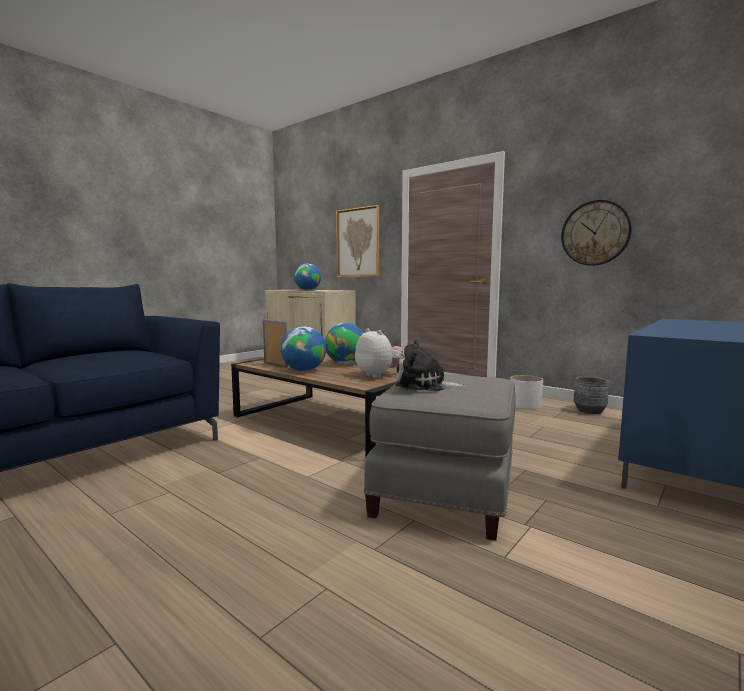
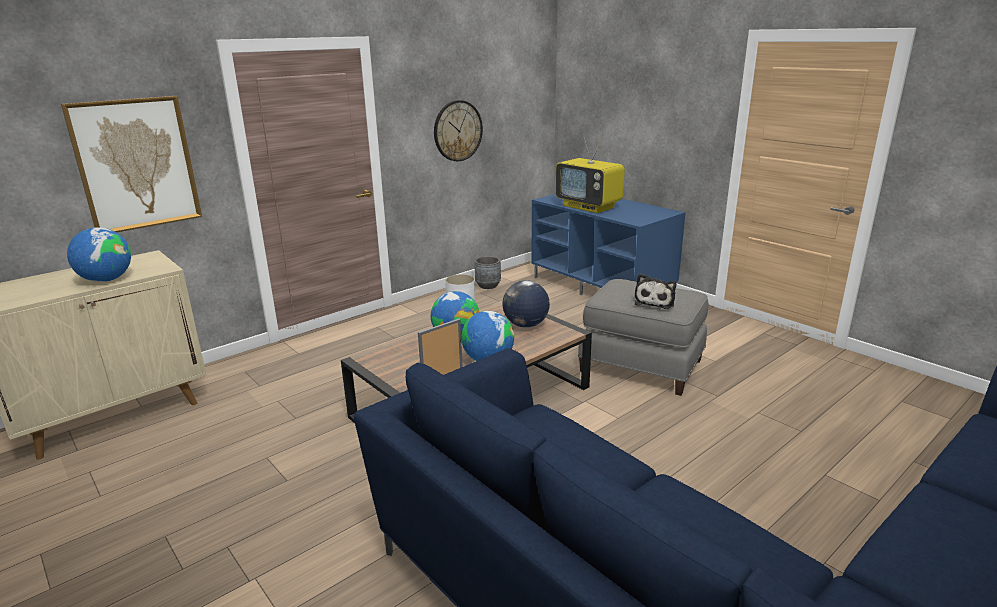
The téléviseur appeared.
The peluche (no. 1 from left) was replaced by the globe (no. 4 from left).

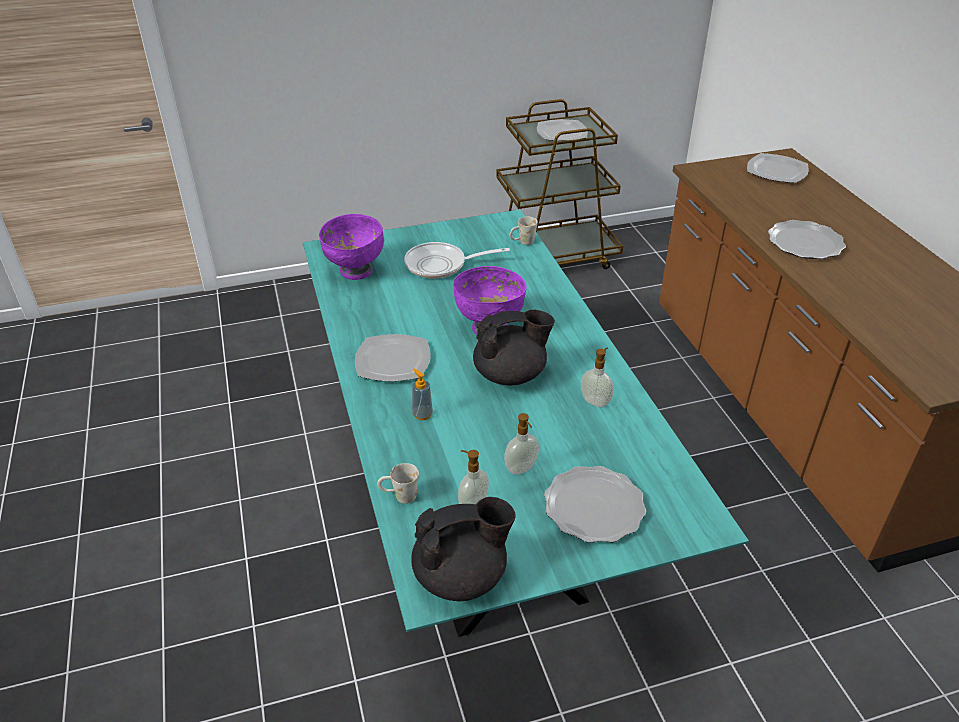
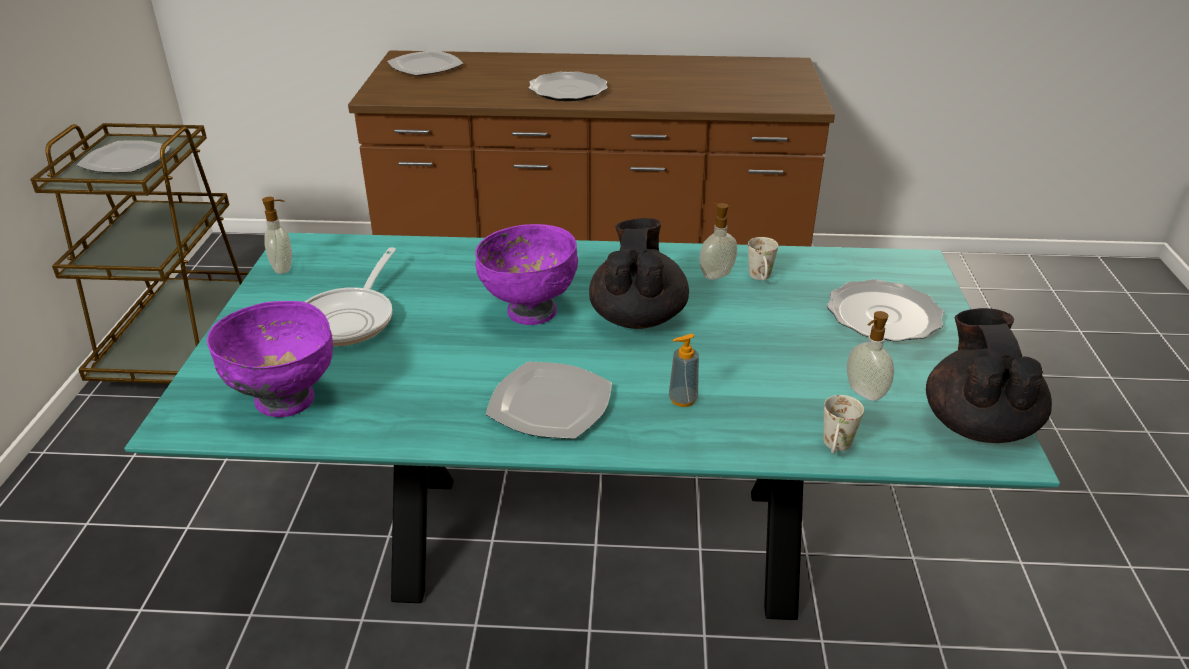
The distributeur de savon (no. 3 from left in the first image) moved.
The mug [blanc] (no. 2 from left in the first image) moved.

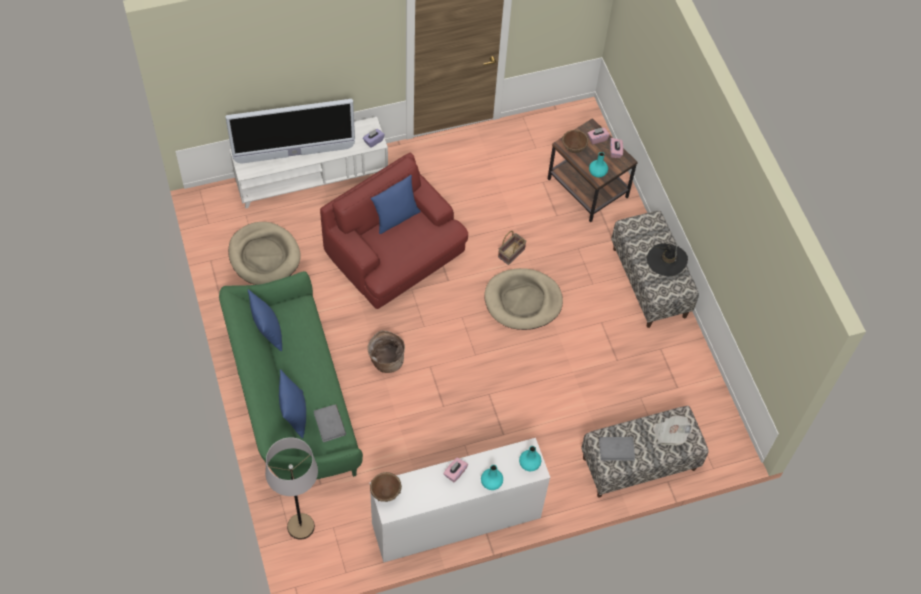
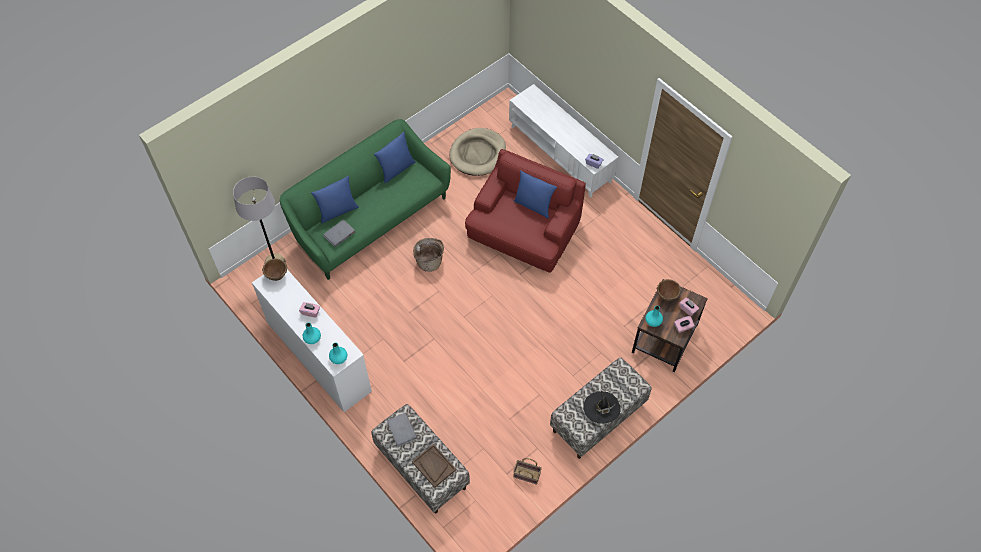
The téléviseur disappeared.
The panier pour chien [beige] (no. 2 from left) disappeared.
The panier (no. 2 from left) moved.
The journal was replaced by the plateau [marron].

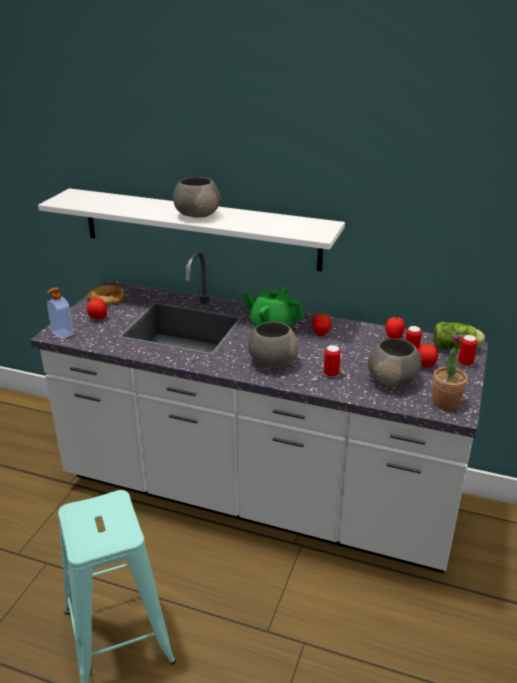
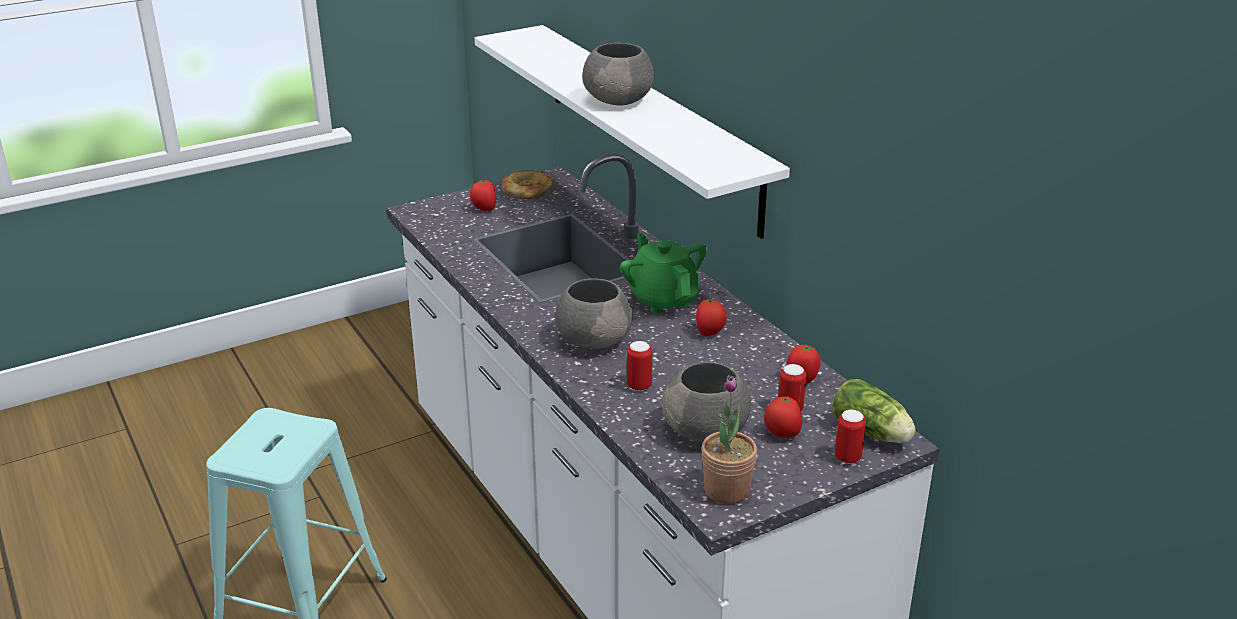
The distributeur de savon disappeared.

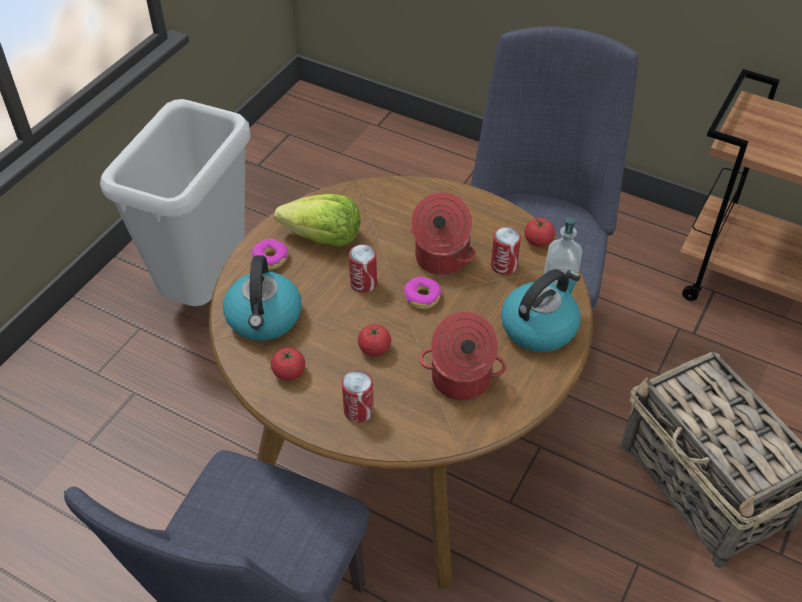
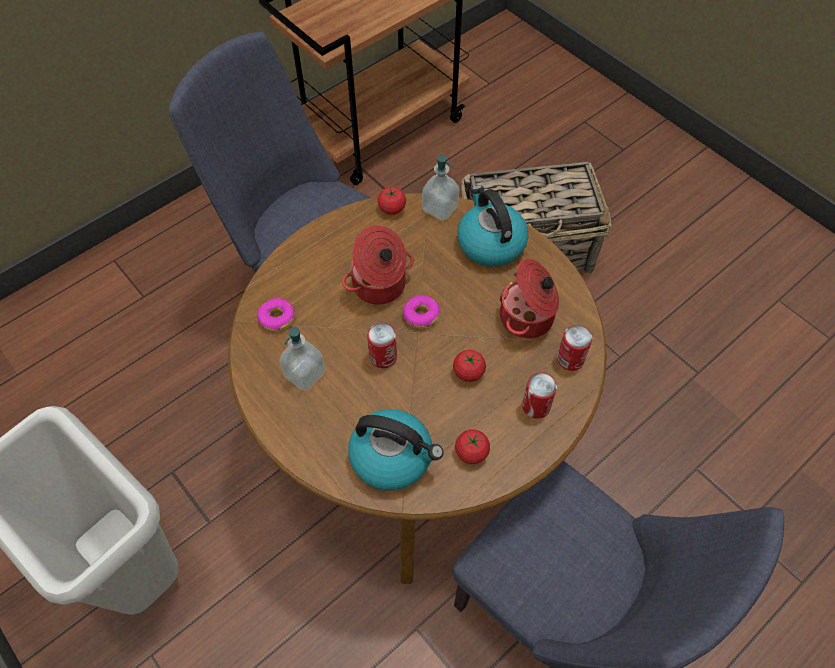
The beignet (no. 1 from left) moved.
The boîte métallique (no. 3 from left) moved.
The laitue was replaced by the distributeur de savon (no. 1 from left).

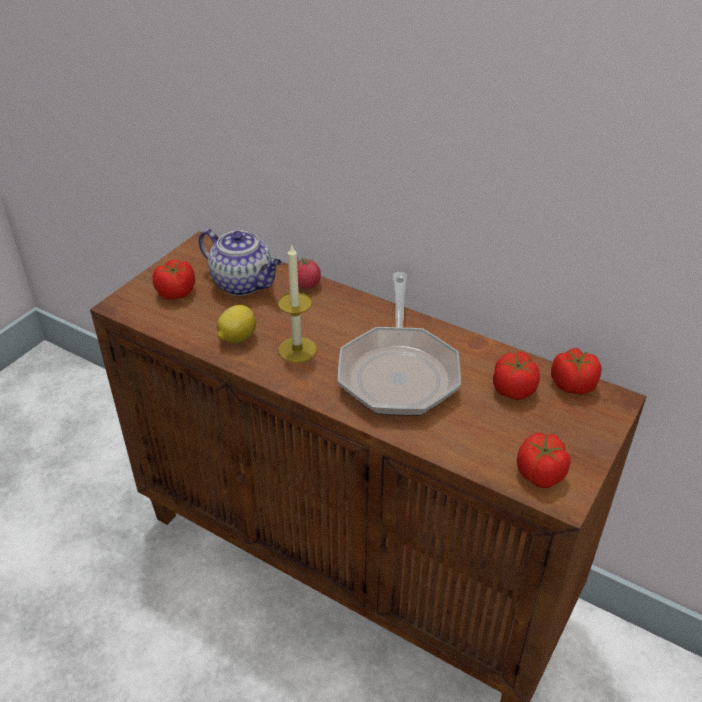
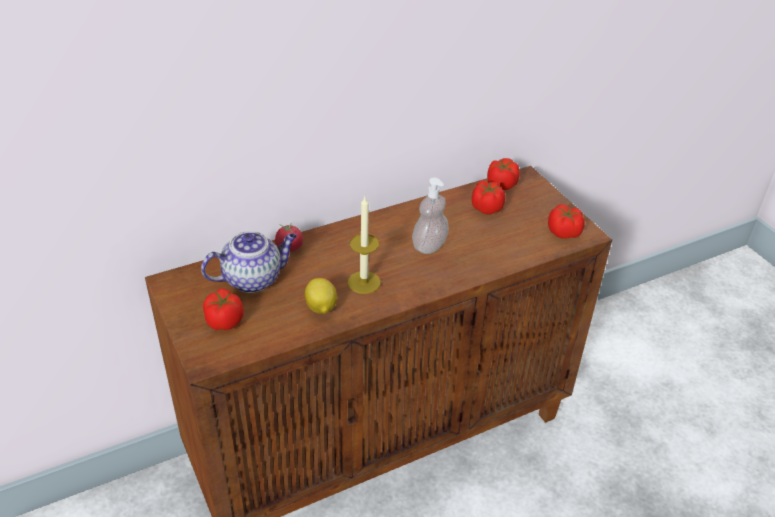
The poêle was replaced by the distributeur de savon.

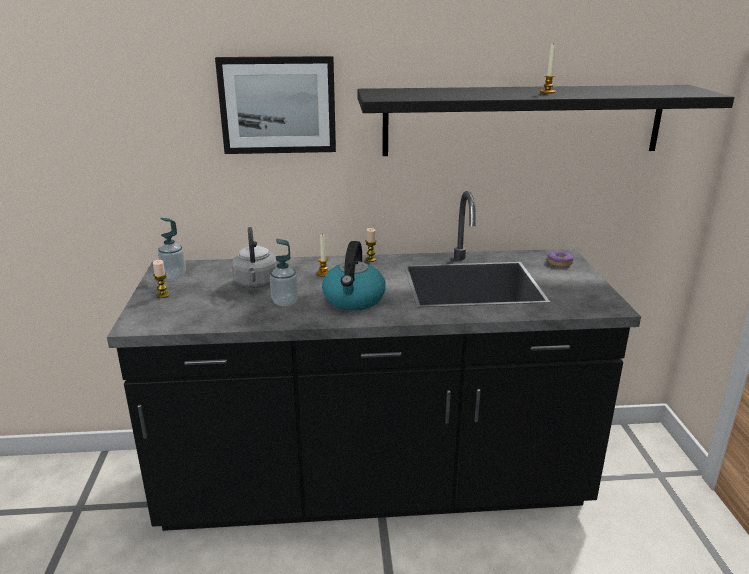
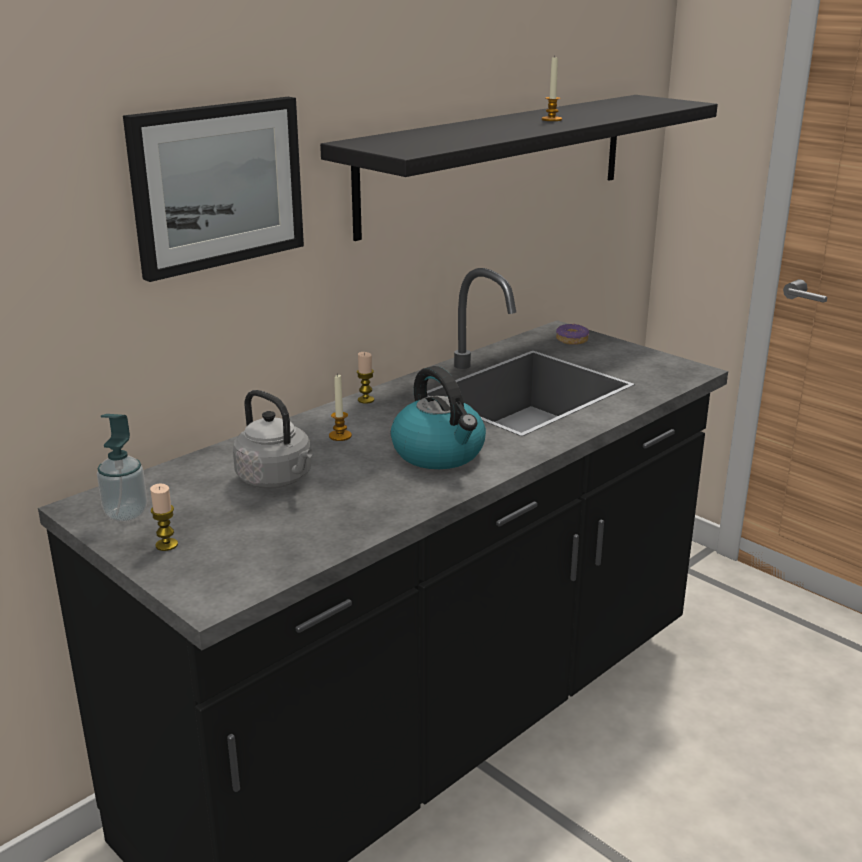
The distributeur de savon (no. 2 from left) disappeared.

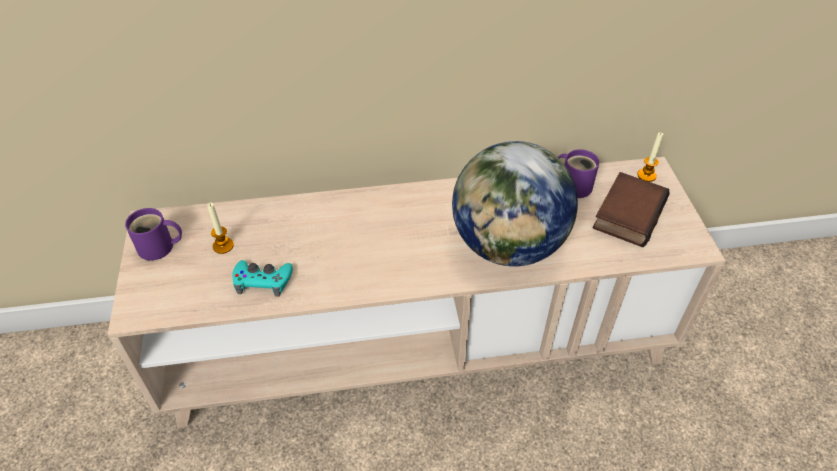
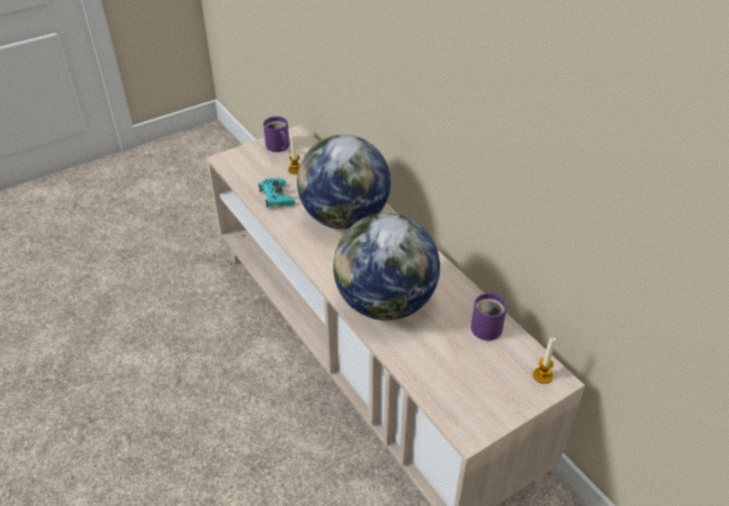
The livre disappeared.
The globe (no. 1 from left) appeared.

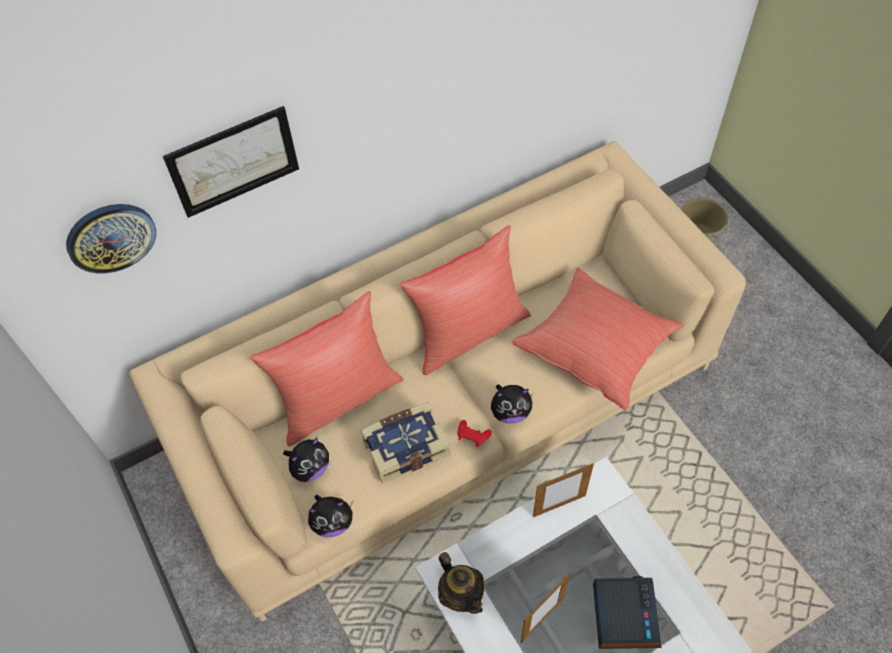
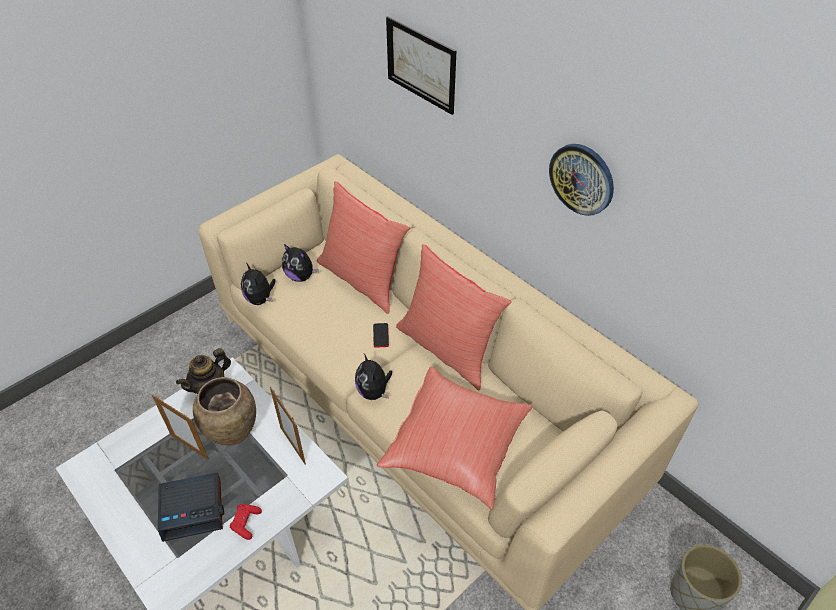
The livre disappeared.
The vase [marron] appeared.
The téléphone appeared.
The horloge murale moved.
The manette [rouge] moved.

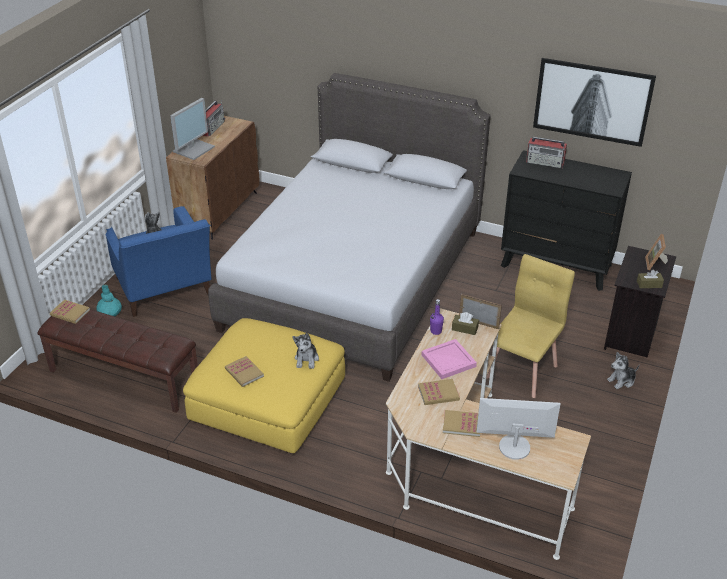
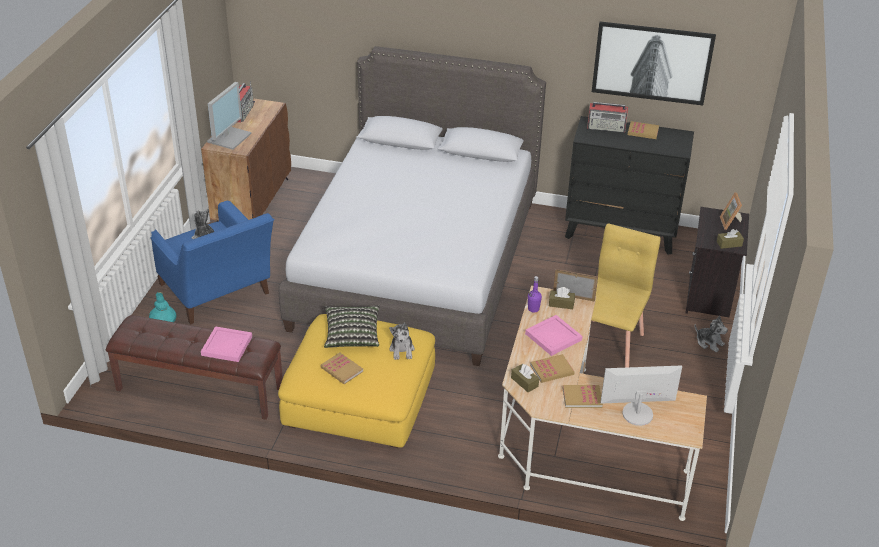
The plateau [rose] (no. 1 from left) appeared.
The coussin appeared.
The boîte à mouchoirs [marron] (no. 1 from left) appeared.
The livre (no. 1 from left in the first image) moved.
The peluche (no. 3 from left) turned 105 degrees counterclockwise.

